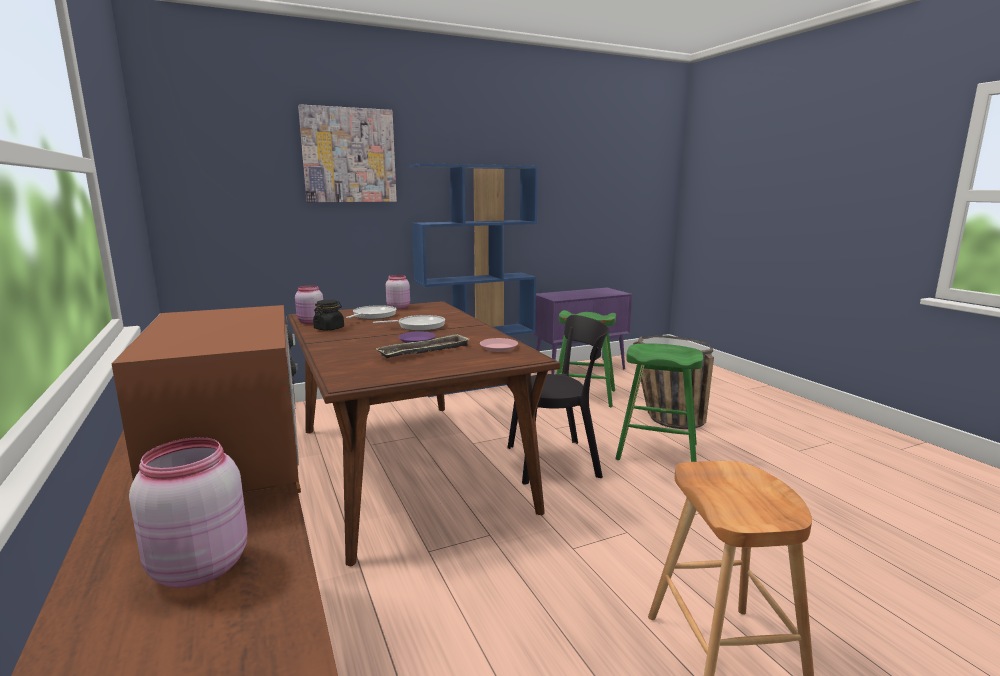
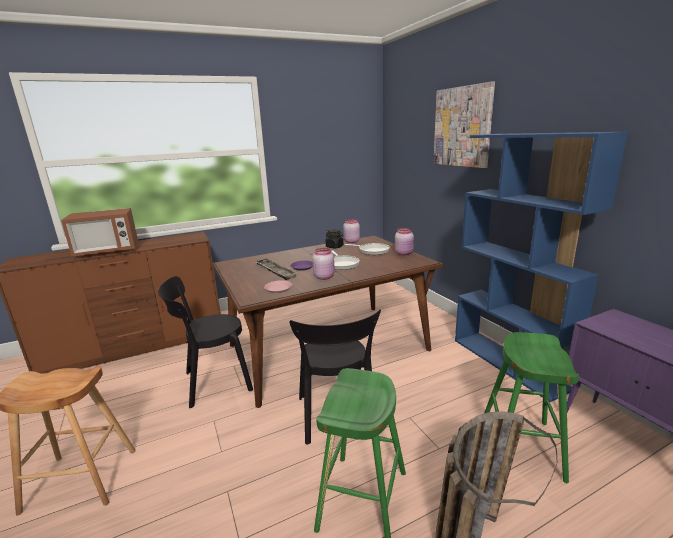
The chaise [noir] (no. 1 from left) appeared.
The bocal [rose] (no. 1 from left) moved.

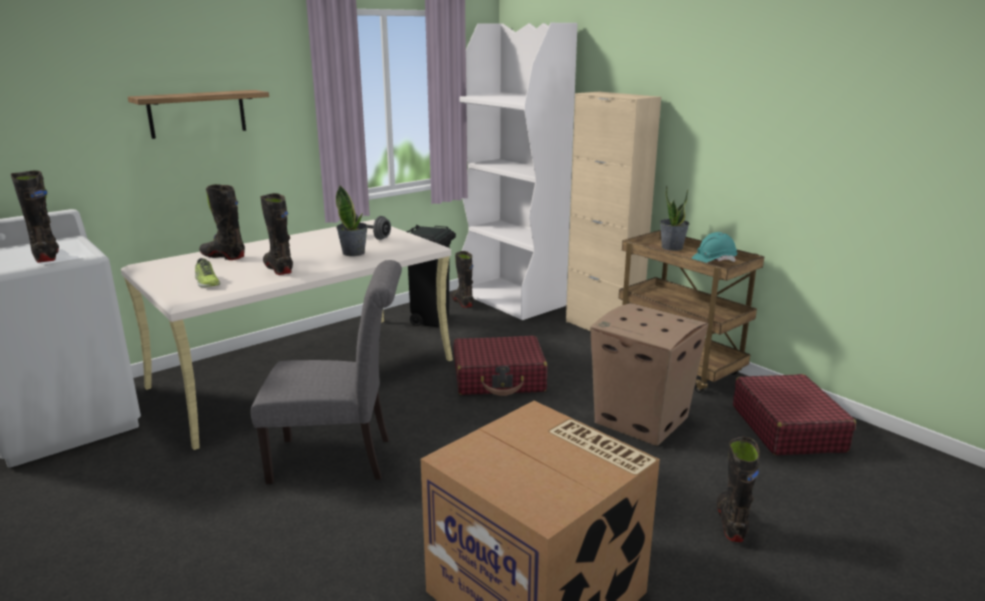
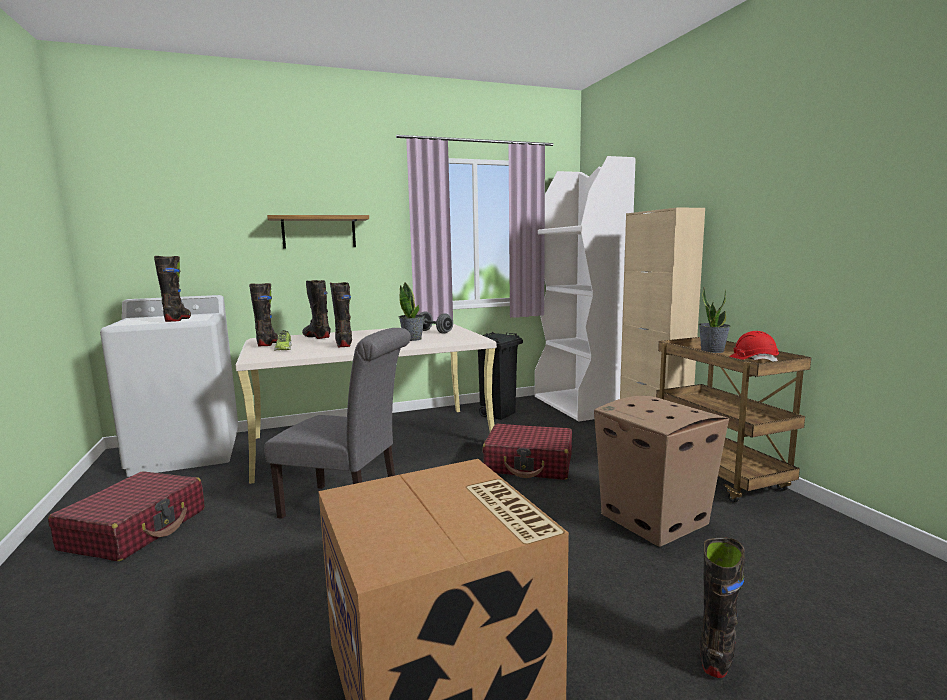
The botte [noir] (no. 4 from left in the first image) moved.
The valise [rouge] (no. 2 from left in the first image) moved.
The casque de chantier [turquoise] became the casque de chantier [rouge].

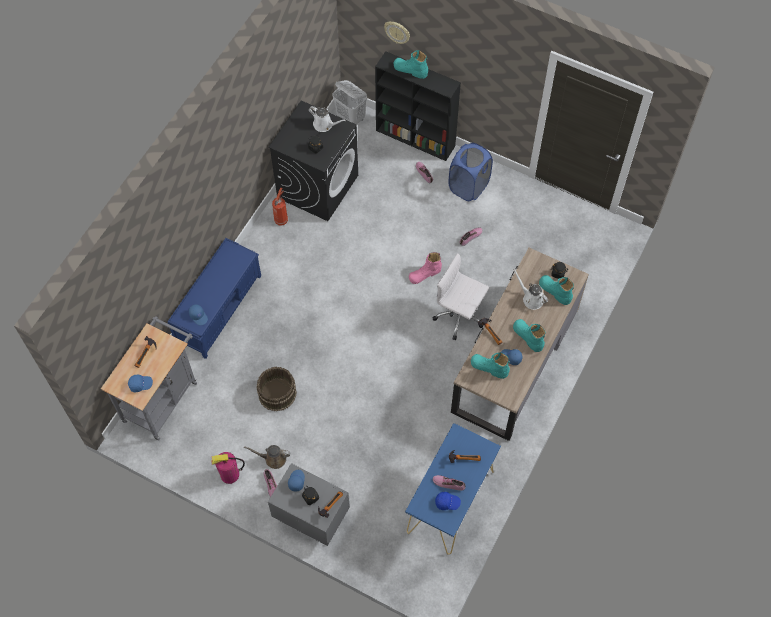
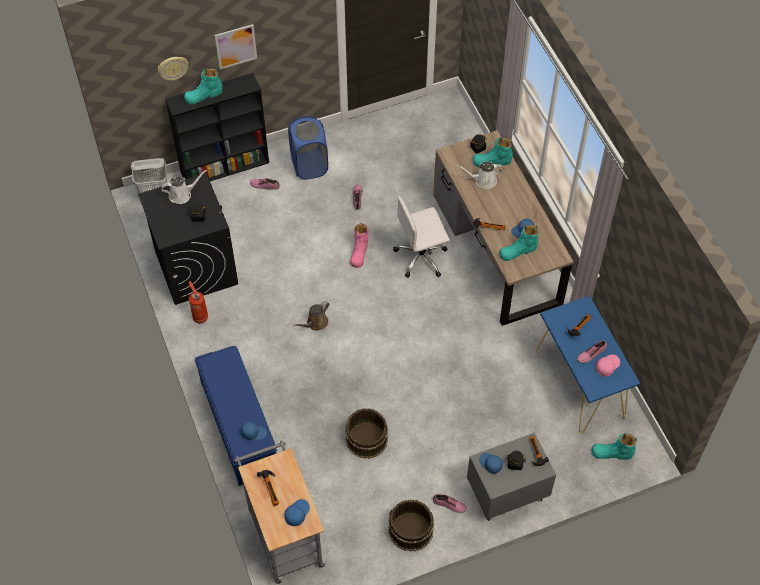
The tableau appeared.
The arrosoir [marron] moved.
The botte [turquoise] (no. 3 from left in the first image) moved.
The extincteur (no. 1 from left) was replaced by the seau [marron] (no. 2 from left).
The casquette [bleu] (no. 4 from left) became the casquette [rose].

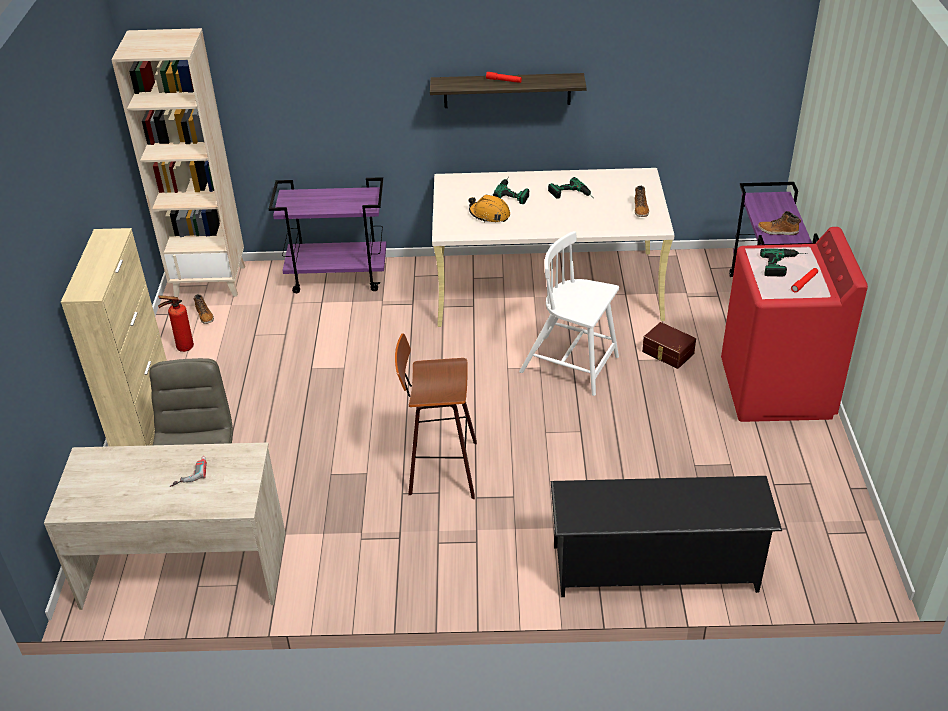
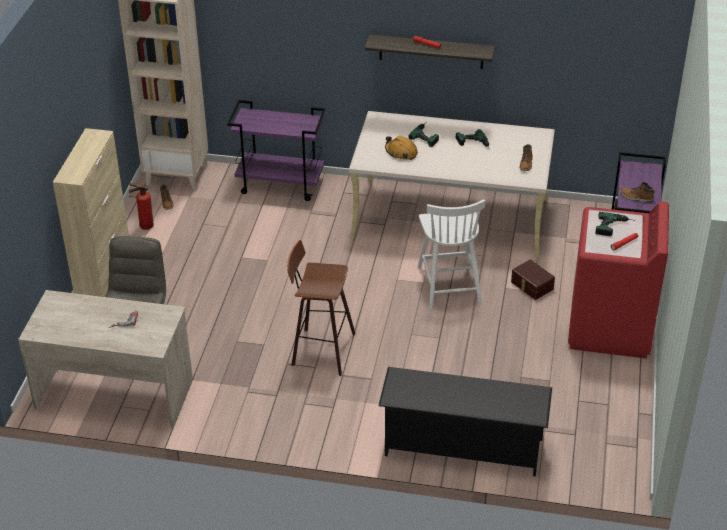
The chaise [blanc] turned 135 degrees counterclockwise.

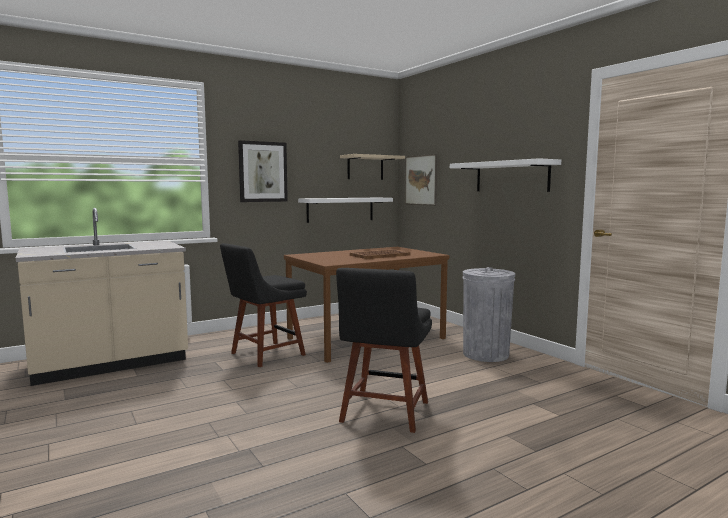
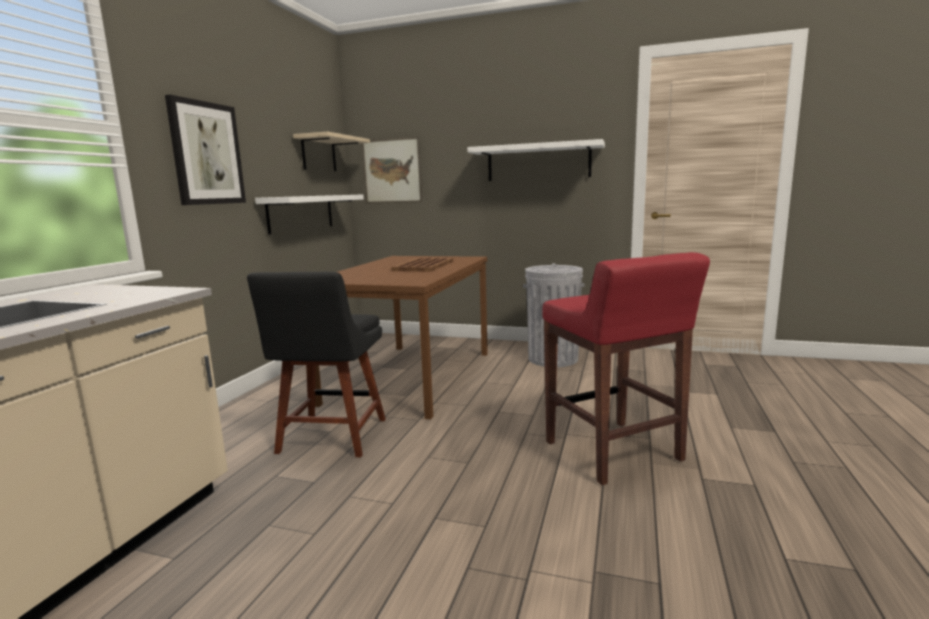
The chaise [noir] (no. 2 from left) was replaced by the tabouret [rouge].

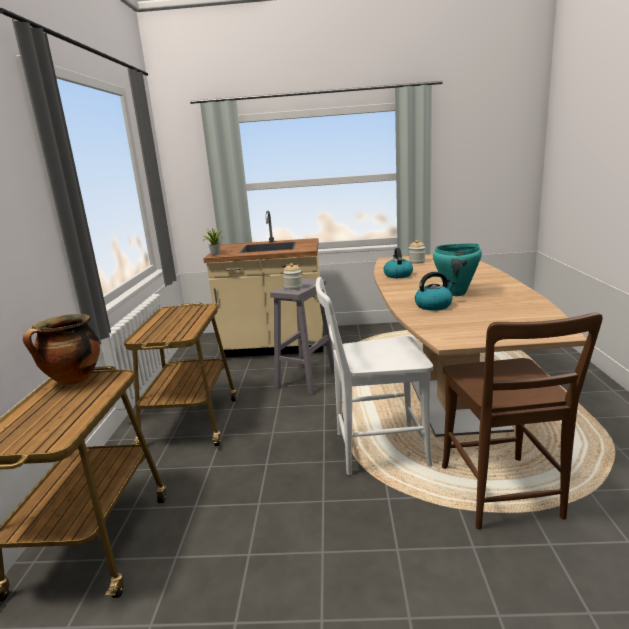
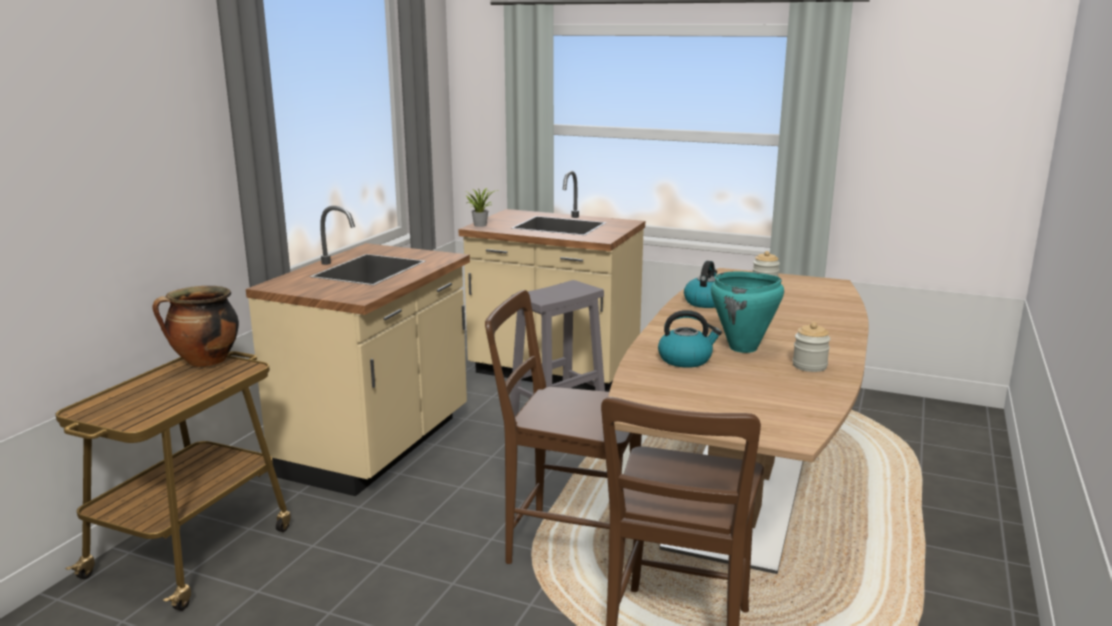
The bocal (no. 1 from left in the first image) moved.
The chariot (no. 2 from left) was replaced by the comptoir de cuisine [beige] (no. 1 from left).
The chaise [blanc] became the chaise [marron] (no. 1 from left).

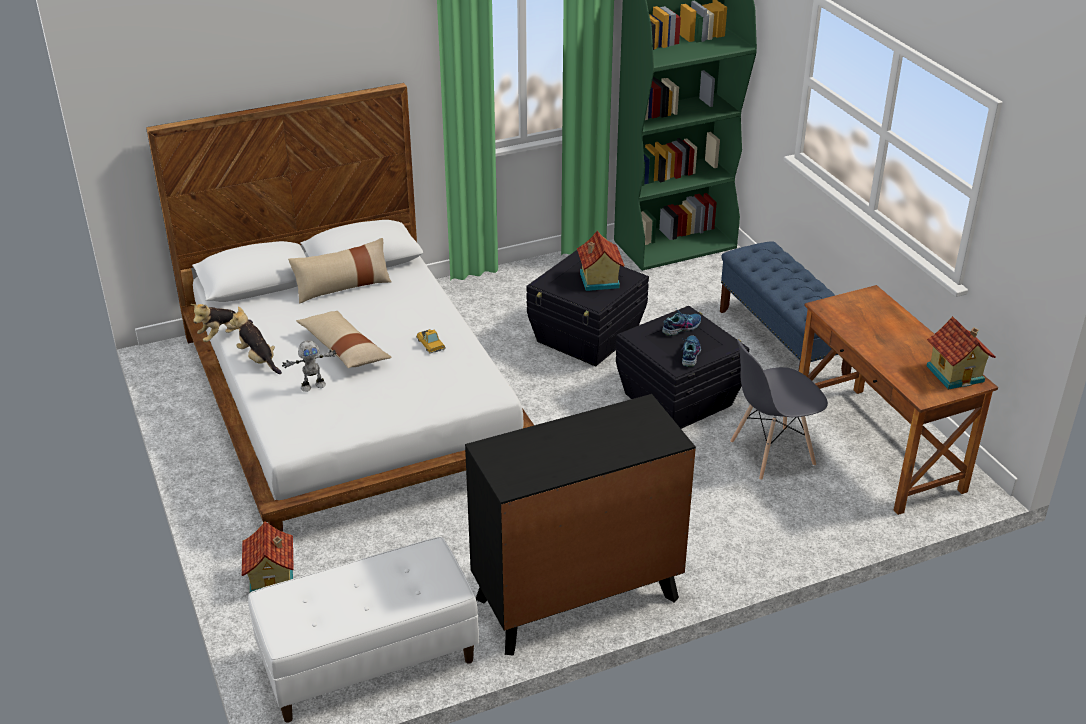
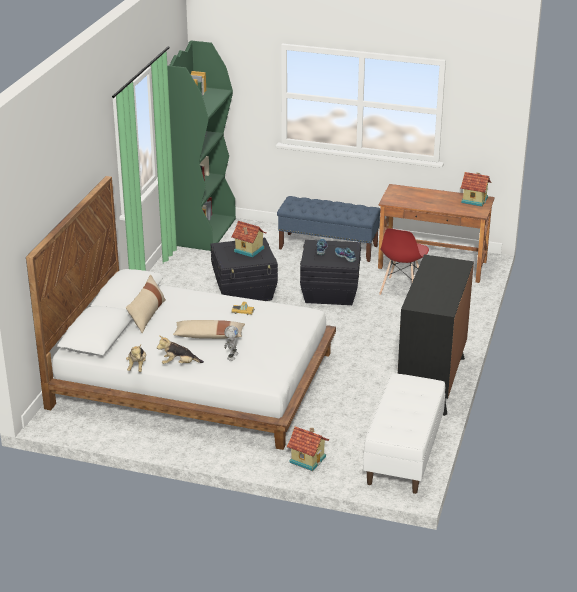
The chaise [gris] became the chaise [rouge].

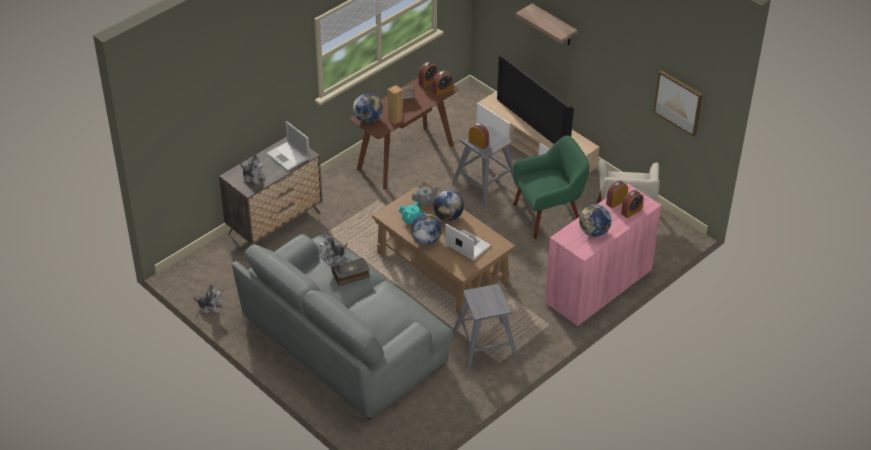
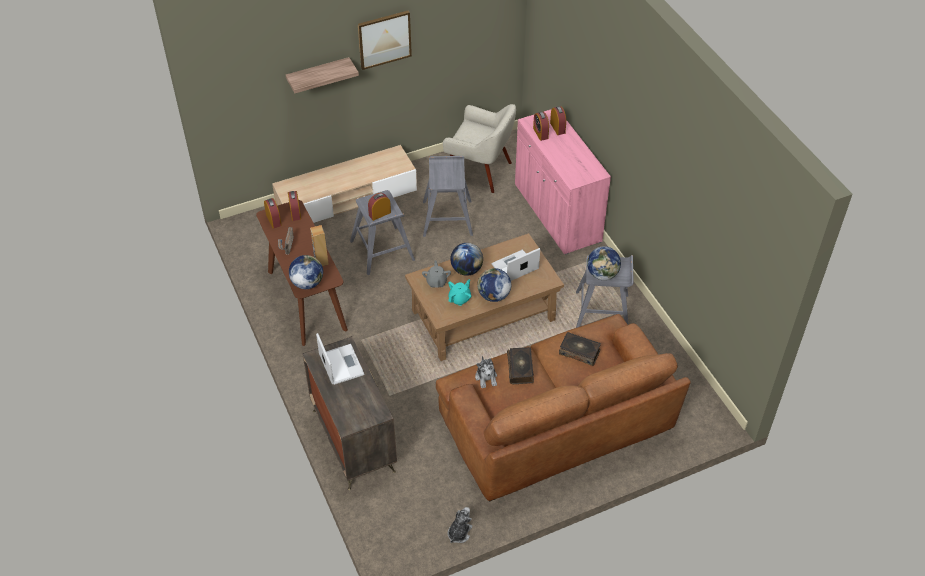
The peluche (no. 2 from left) disappeared.
The téléviseur disappeared.
The livre (no. 2 from left) appeared.
The globe (no. 4 from left) moved.
The tableau moved.
The fauteuil [vert] was replaced by the tabouret [gris] (no. 2 from left).
The canapé [gris] became the canapé [marron].
The ordinateur portable (no. 1 from left) turned 90 degrees counterclockwise.

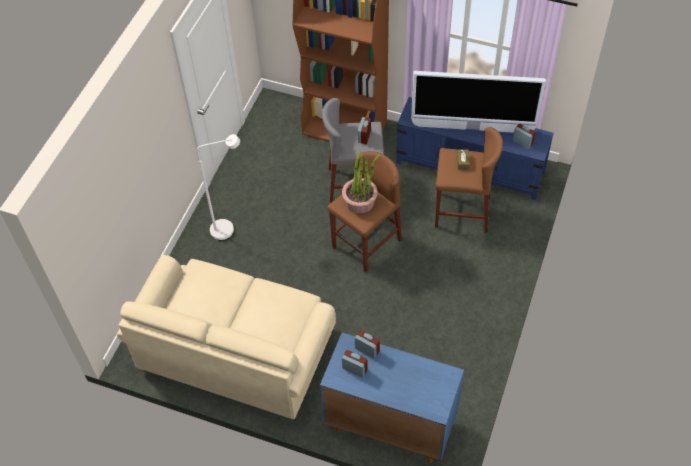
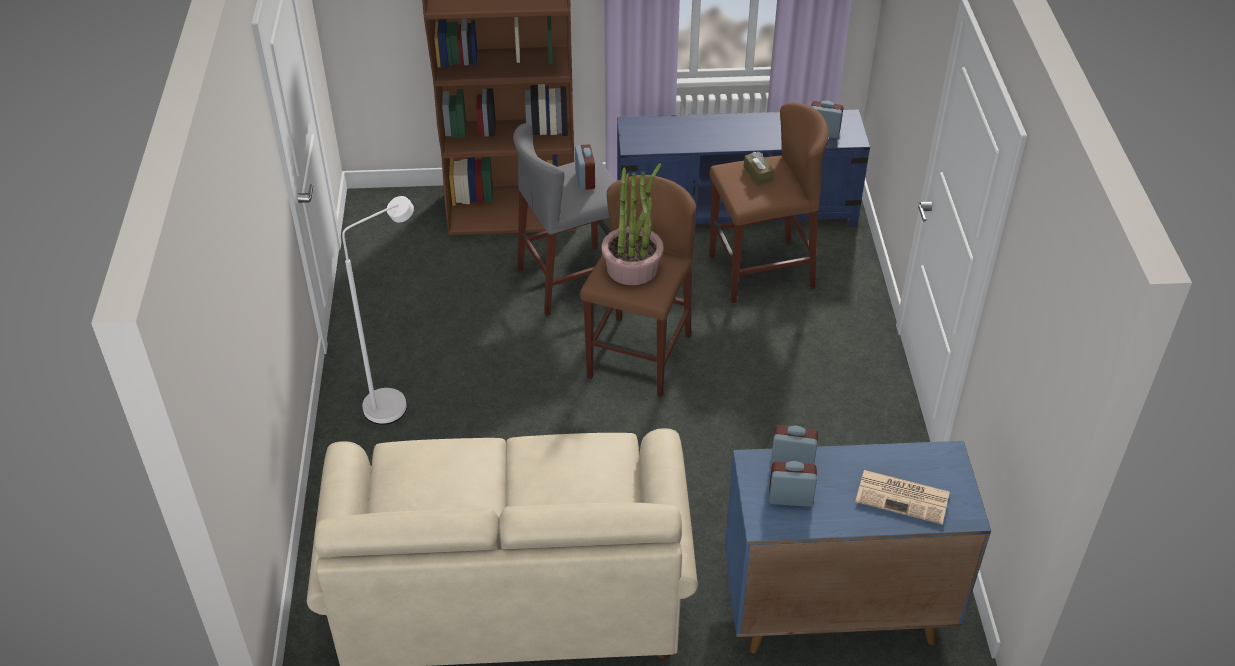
The téléviseur disappeared.
The journal appeared.

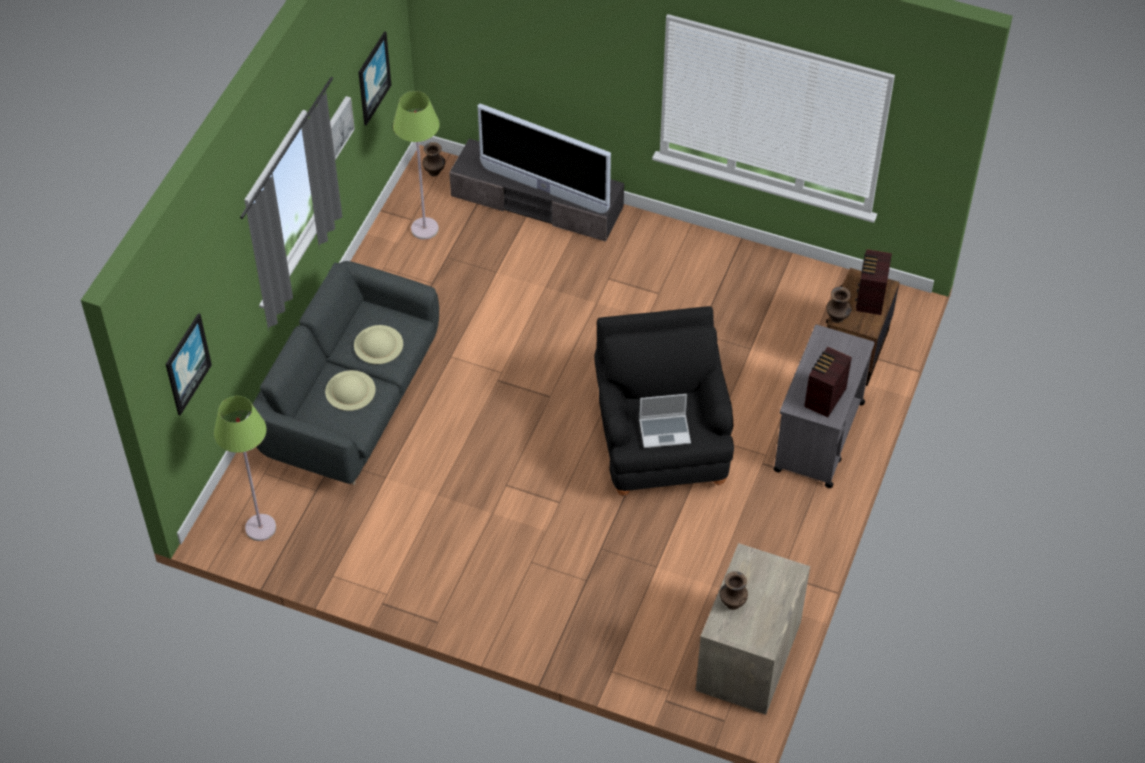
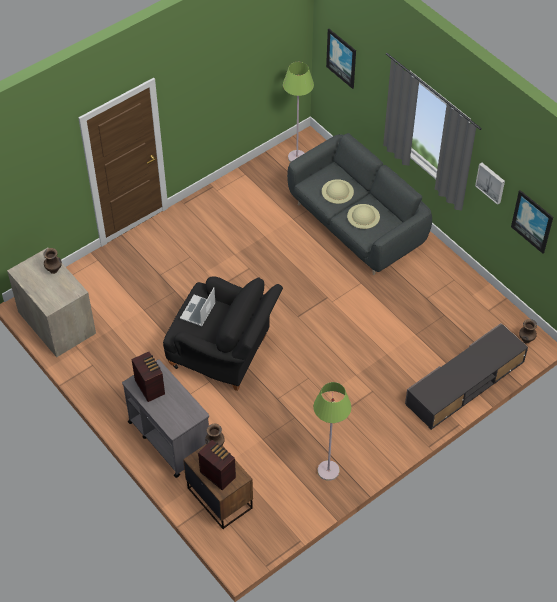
The téléviseur disappeared.
The lampadaire [vert] (no. 2 from left) moved.

